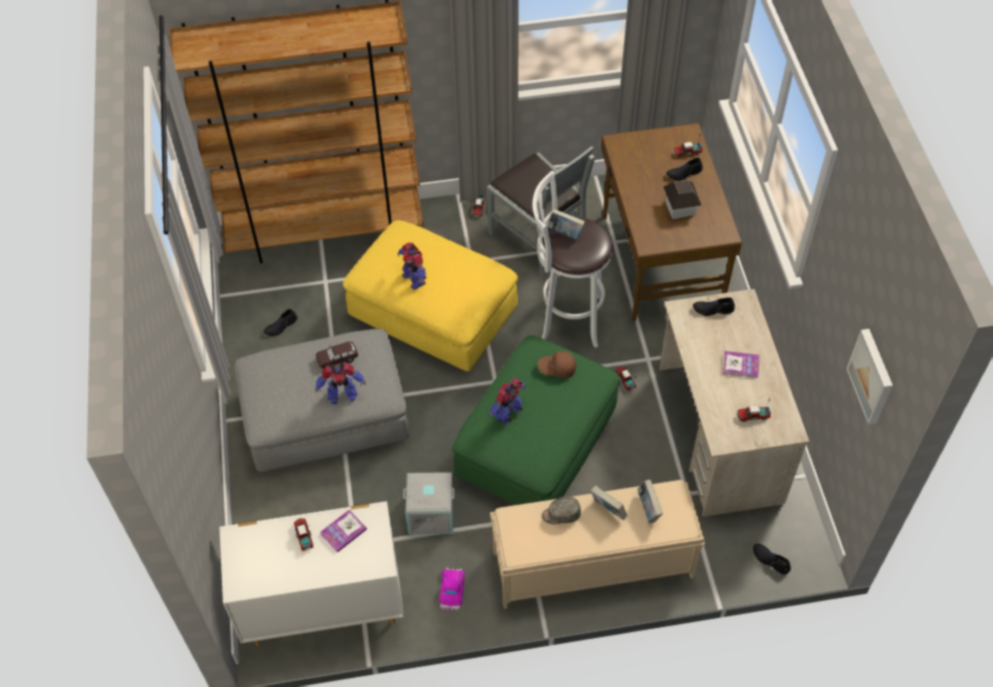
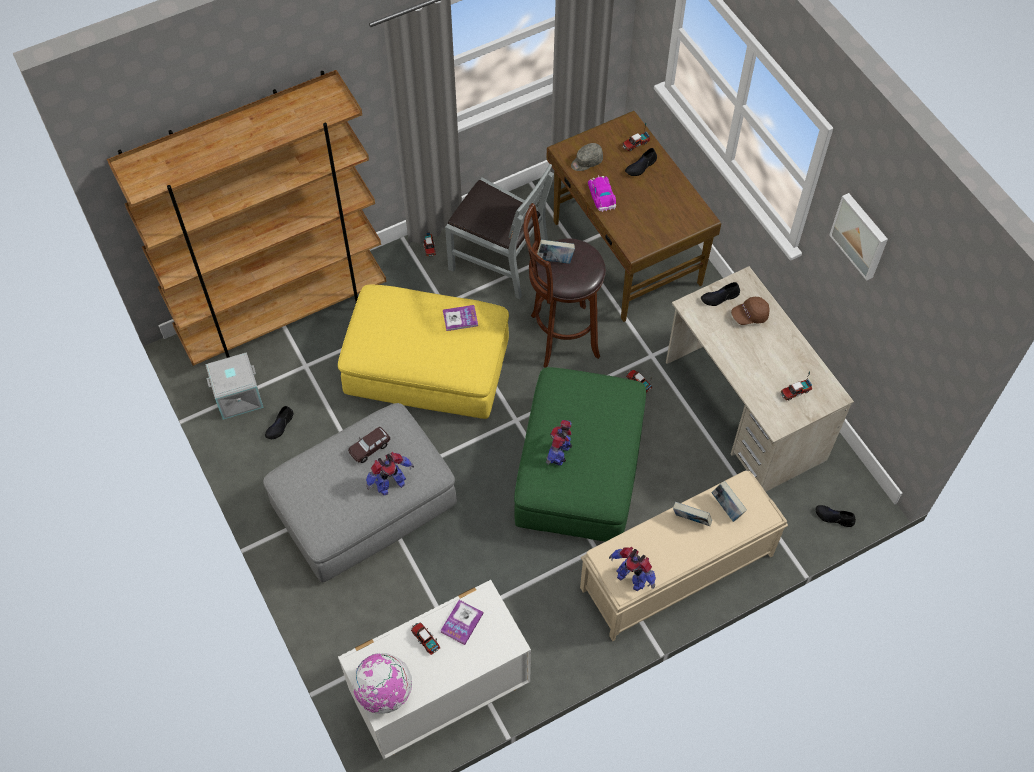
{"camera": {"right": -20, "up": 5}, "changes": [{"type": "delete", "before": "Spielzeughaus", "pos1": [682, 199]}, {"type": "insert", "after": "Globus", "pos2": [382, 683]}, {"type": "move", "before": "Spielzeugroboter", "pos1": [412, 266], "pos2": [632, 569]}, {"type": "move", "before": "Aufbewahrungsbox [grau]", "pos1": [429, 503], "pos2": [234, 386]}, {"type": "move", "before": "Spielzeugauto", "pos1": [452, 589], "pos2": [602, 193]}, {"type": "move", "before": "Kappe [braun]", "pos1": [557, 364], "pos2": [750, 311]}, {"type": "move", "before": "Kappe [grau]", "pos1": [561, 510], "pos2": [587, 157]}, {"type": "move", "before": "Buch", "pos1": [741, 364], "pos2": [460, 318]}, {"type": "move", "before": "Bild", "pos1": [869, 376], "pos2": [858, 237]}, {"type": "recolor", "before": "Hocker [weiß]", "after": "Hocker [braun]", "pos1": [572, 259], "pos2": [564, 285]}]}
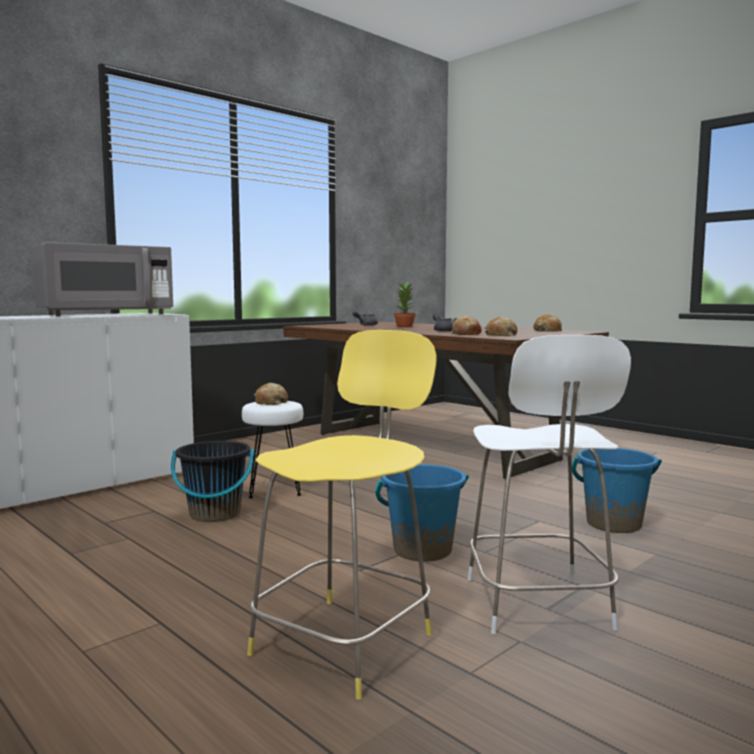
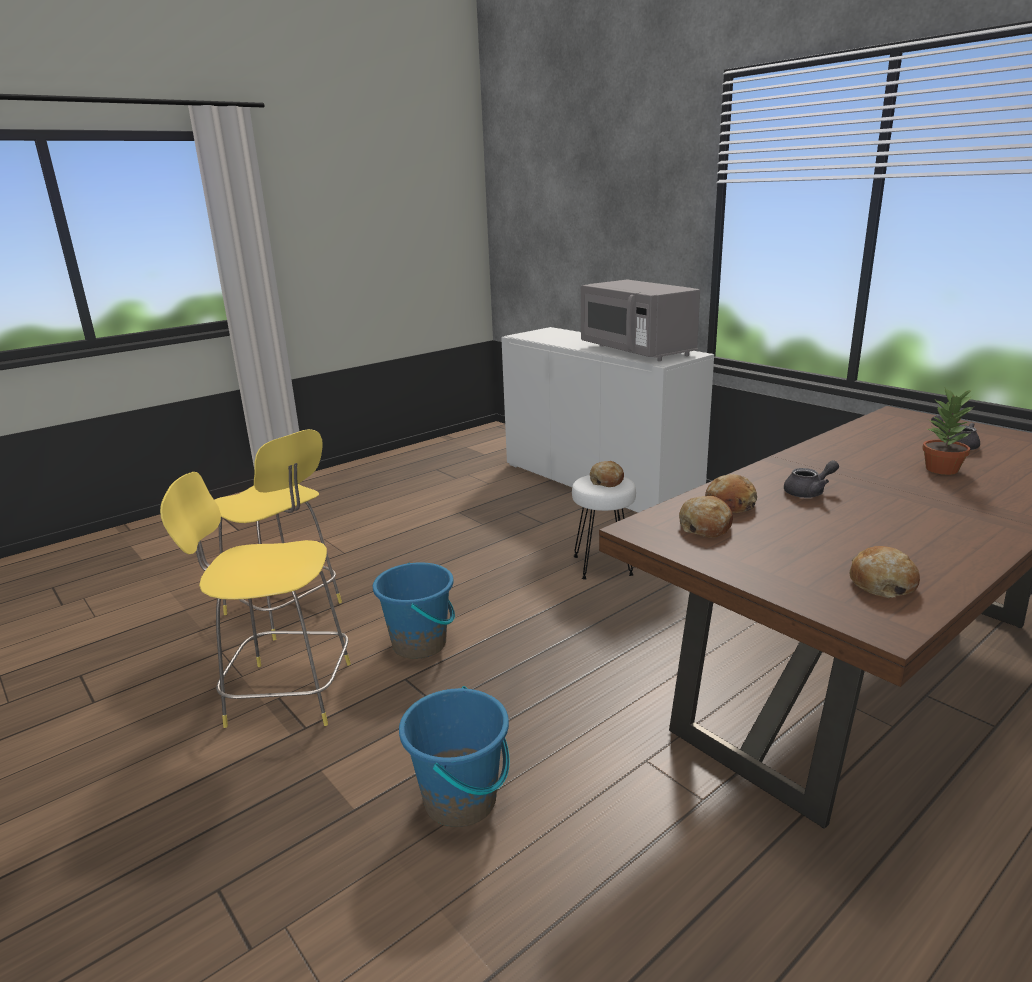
{"camera": {"right": 95, "up": 15}, "changes": [{"type": "delete", "before": "Eimer [schwarz]", "pos1": [212, 481]}, {"type": "recolor", "before": "Hocker [weiß]", "after": "Hocker [gelb]", "pos1": [549, 484], "pos2": [255, 600]}]}
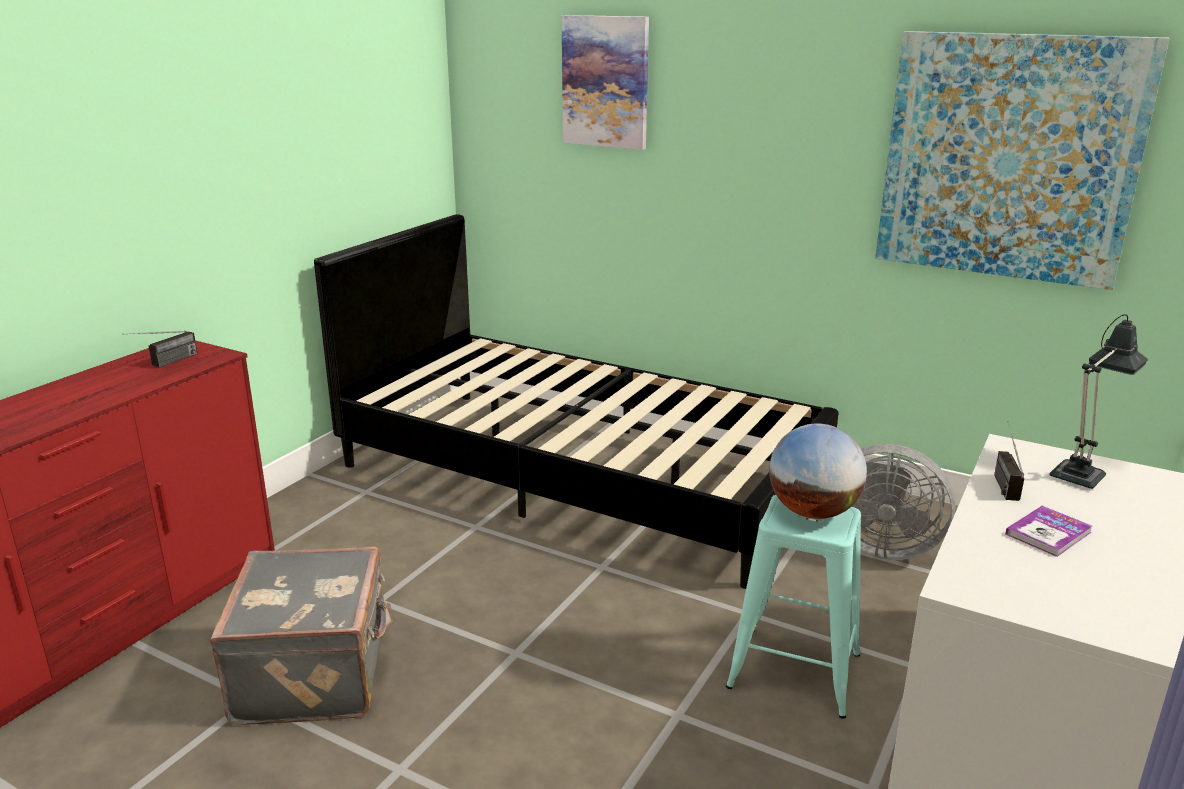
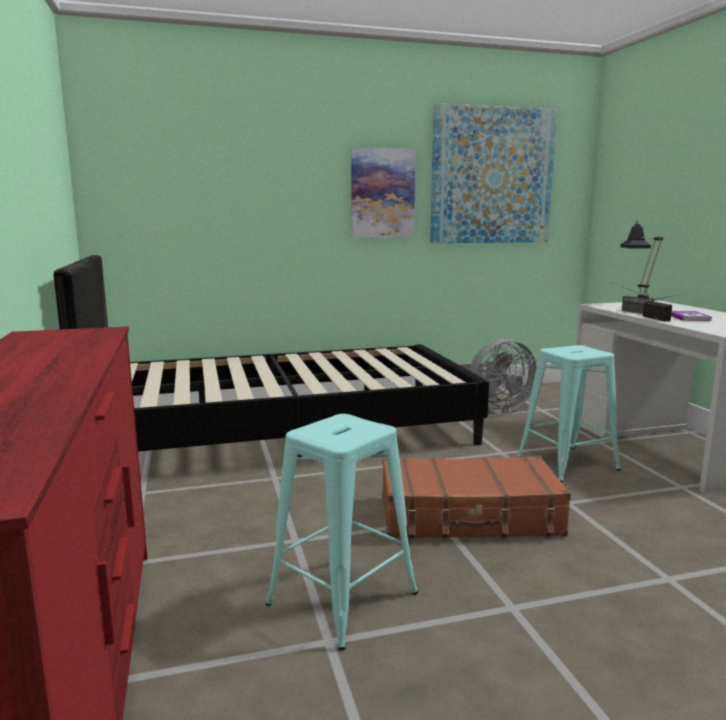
{"camera": {"right": -45, "up": -10}, "changes": [{"type": "delete", "before": "Globus", "pos1": [818, 471]}, {"type": "insert", "after": "Koffer [braun]", "pos2": [476, 497]}, {"type": "move", "before": "Radio", "pos1": [160, 349], "pos2": [662, 308]}, {"type": "move", "before": "Bild", "pos1": [605, 82], "pos2": [383, 192]}, {"type": "replace", "before": "Koffer [grau]", "after": "Hocker [türkis]", "pos1": [302, 635], "pos2": [342, 532]}]}
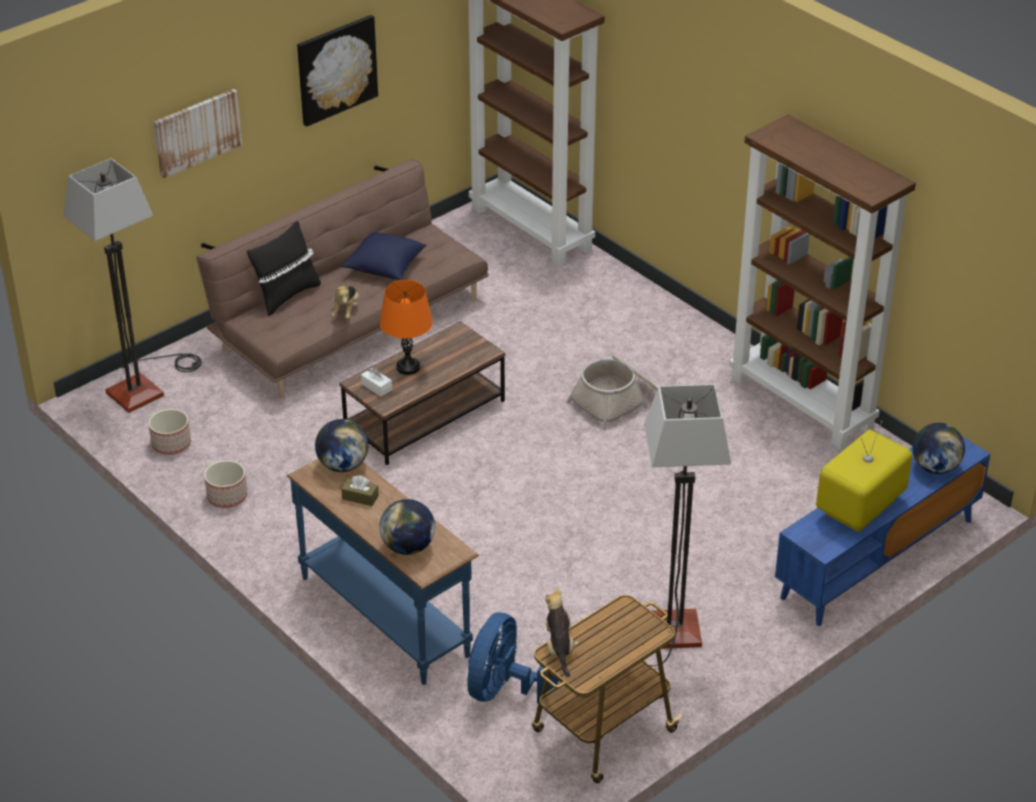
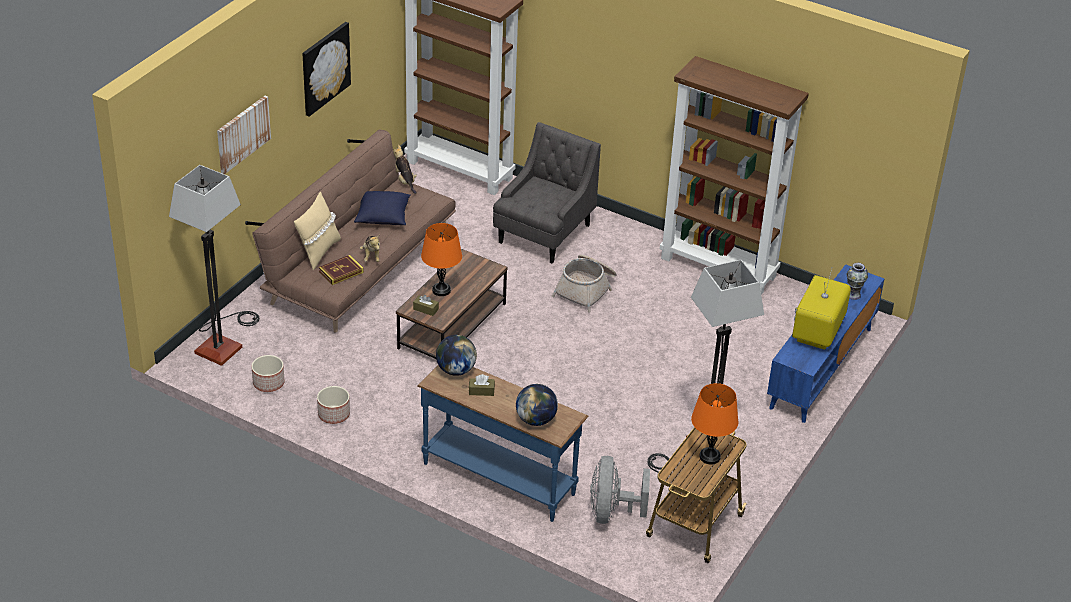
{"camera": {"right": -20, "up": 0}, "changes": [{"type": "insert", "after": "Buch", "pos2": [341, 270]}, {"type": "insert", "after": "Sessel [grau]", "pos2": [547, 193]}, {"type": "insert", "after": "Tischlampe [orange]", "pos2": [714, 424]}, {"type": "move", "before": "Plüschtier", "pos1": [562, 632], "pos2": [405, 169]}, {"type": "replace", "before": "Globus", "after": "Vase", "pos1": [939, 448], "pos2": [857, 281]}, {"type": "recolor", "before": "Kissen [schwarz]", "after": "Kissen [beige]", "pos1": [284, 269], "pos2": [317, 231]}, {"type": "recolor", "before": "Taschentuchbox [weiß]", "after": "Taschentuchbox [braun]", "pos1": [376, 382], "pos2": [426, 305]}, {"type": "recolor", "before": "Ventilator [blau]", "after": "Ventilator [grau]", "pos1": [513, 657], "pos2": [620, 490]}]}
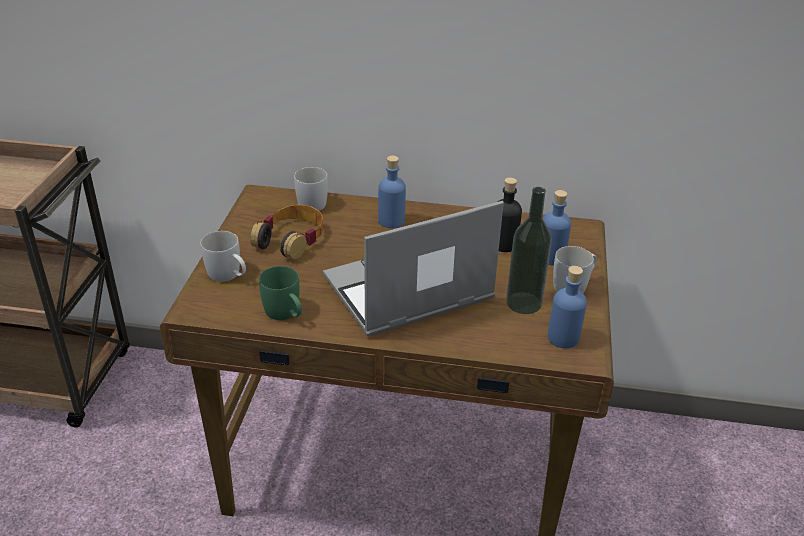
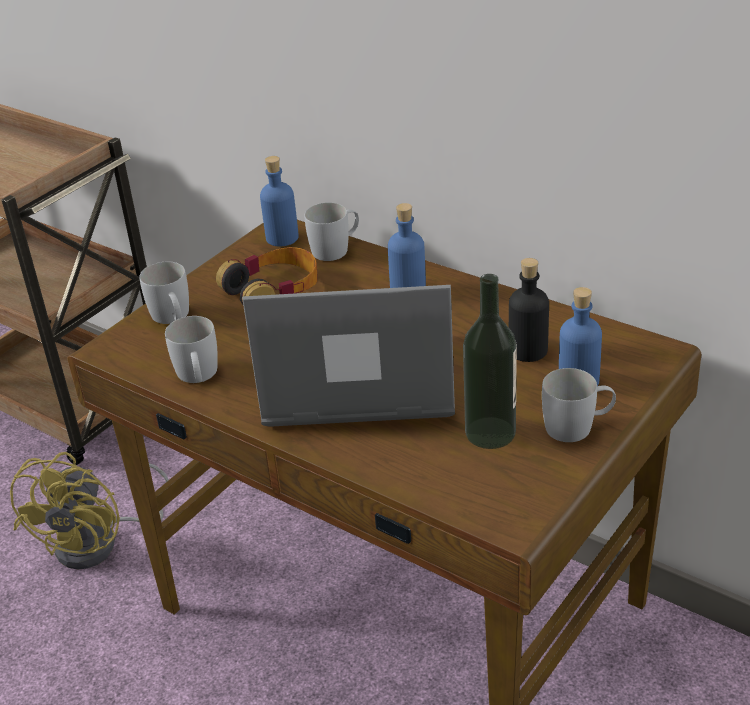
{"camera": {"right": 30, "up": 0}, "changes": [{"type": "insert", "after": "Ventilator [gelb]", "pos2": [89, 511]}, {"type": "move", "before": "Flasche [blau]", "pos1": [567, 307], "pos2": [279, 201]}, {"type": "recolor", "before": "Henkelbecher [grün]", "after": "Henkelbecher [weiß]", "pos1": [280, 293], "pos2": [191, 349]}]}
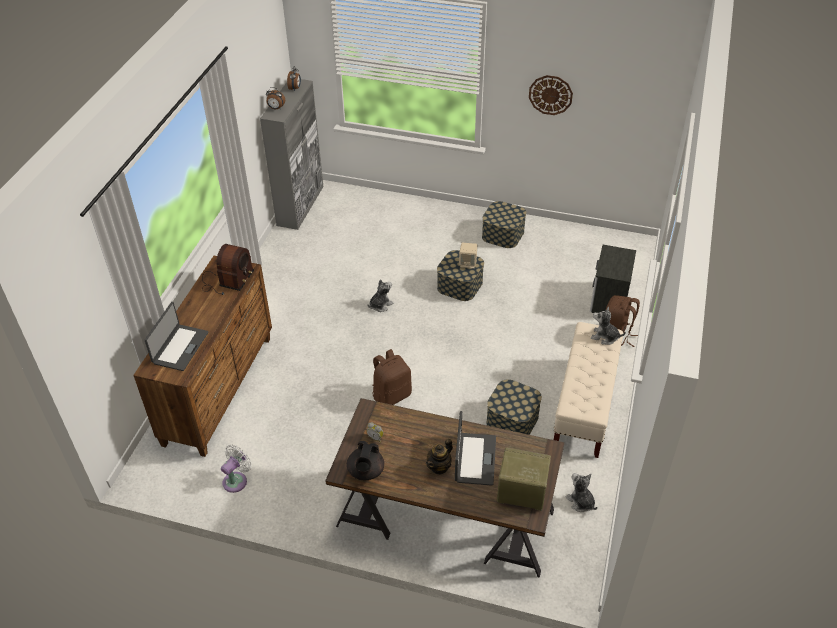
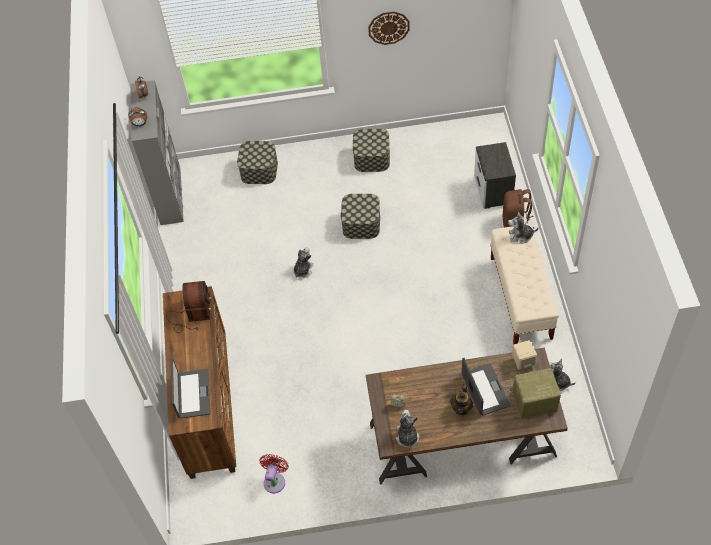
{"camera": {"right": -20, "up": 10}, "changes": [{"type": "delete", "before": "Rucksack [braun]", "pos1": [392, 377]}, {"type": "move", "before": "Lautsprecher [beige]", "pos1": [468, 255], "pos2": [524, 355]}, {"type": "move", "before": "Aufbewahrungsbox", "pos1": [514, 407], "pos2": [257, 162]}, {"type": "replace", "before": "Teekanne [schwarz]", "after": "Plüschtier", "pos1": [365, 460], "pos2": [407, 429]}, {"type": "recolor", "before": "Ventilator [weiß]", "after": "Ventilator [rot]", "pos1": [236, 469], "pos2": [274, 473]}]}
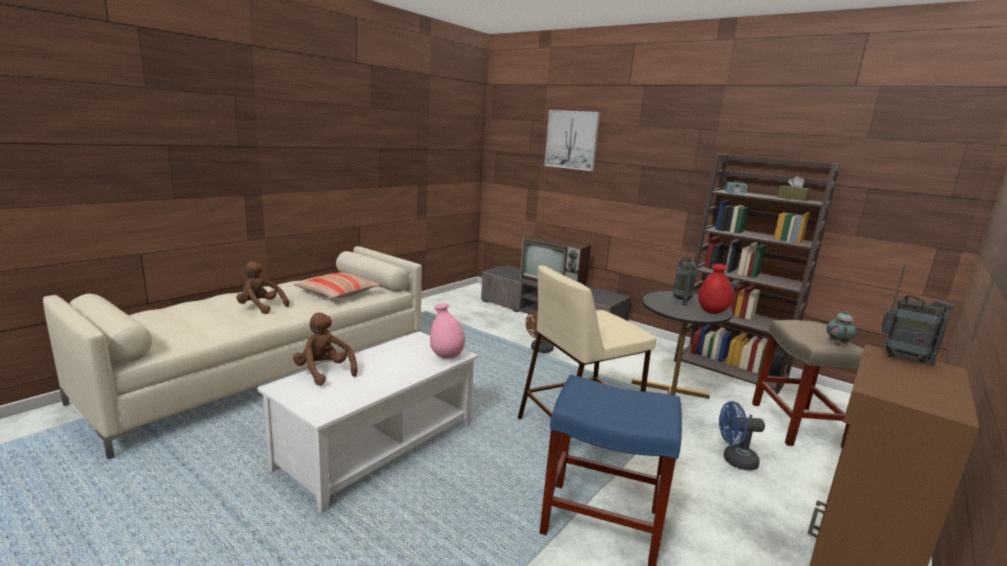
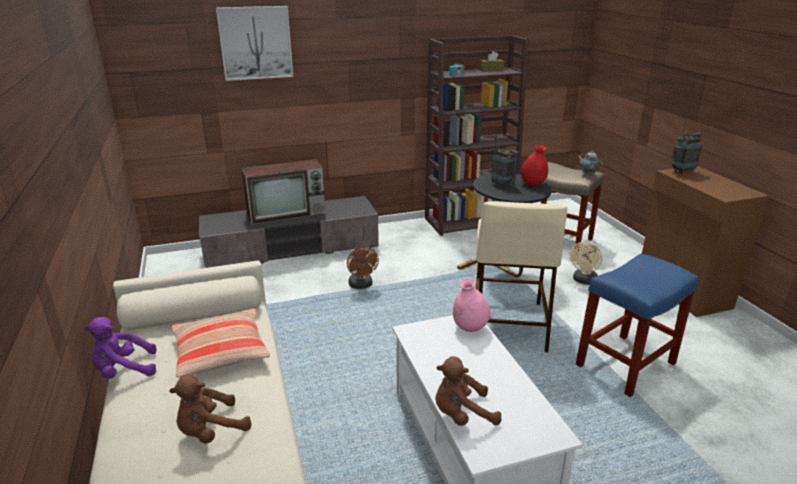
{"camera": {"right": -55, "up": 10}, "changes": [{"type": "insert", "after": "Plüschtier [lila]", "pos2": [120, 348]}, {"type": "recolor", "before": "Ventilator [blau]", "after": "Ventilator [beige]", "pos1": [742, 435], "pos2": [586, 263]}]}
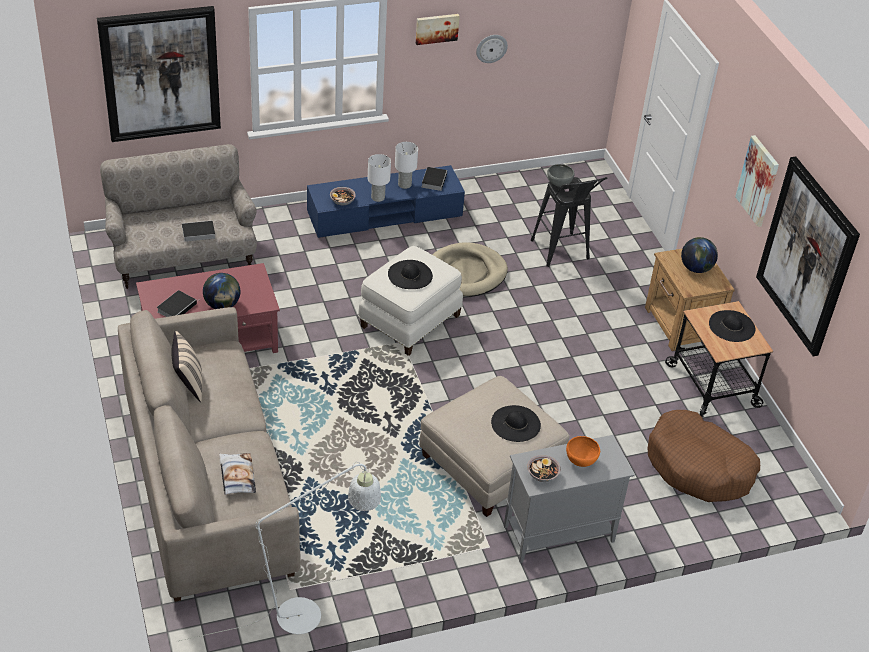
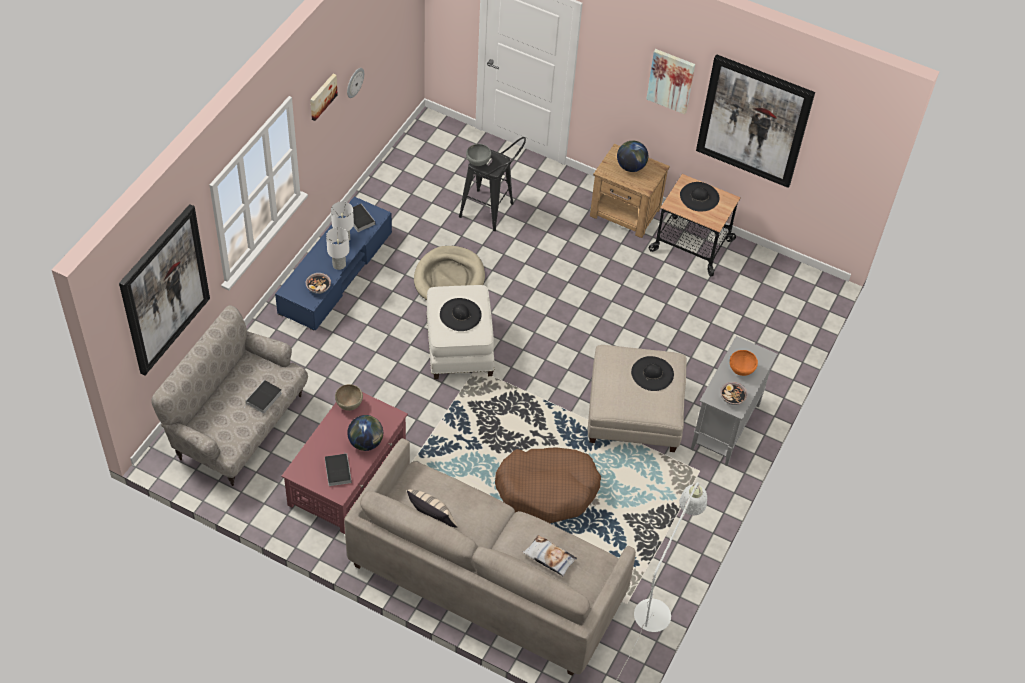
{"camera": {"right": -45, "up": 10}, "changes": [{"type": "insert", "after": "Schüssel [braun]", "pos2": [349, 397]}, {"type": "move", "before": "Hundebett [braun]", "pos1": [704, 456], "pos2": [548, 485]}]}
